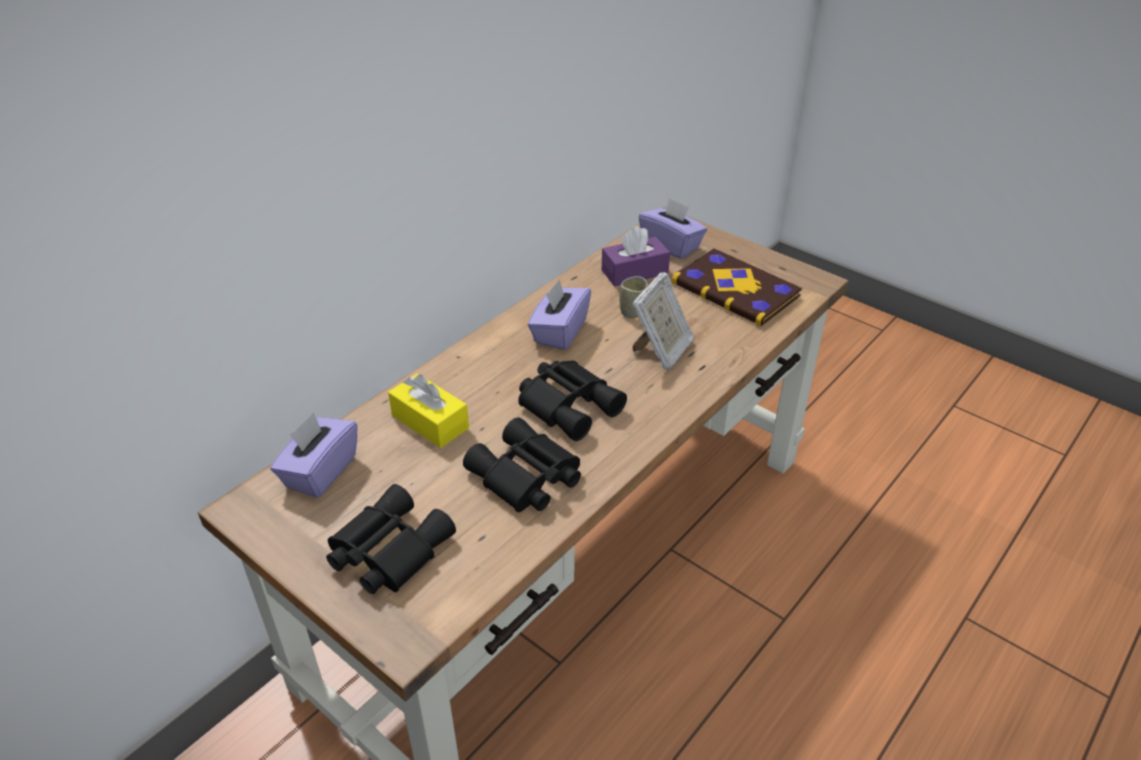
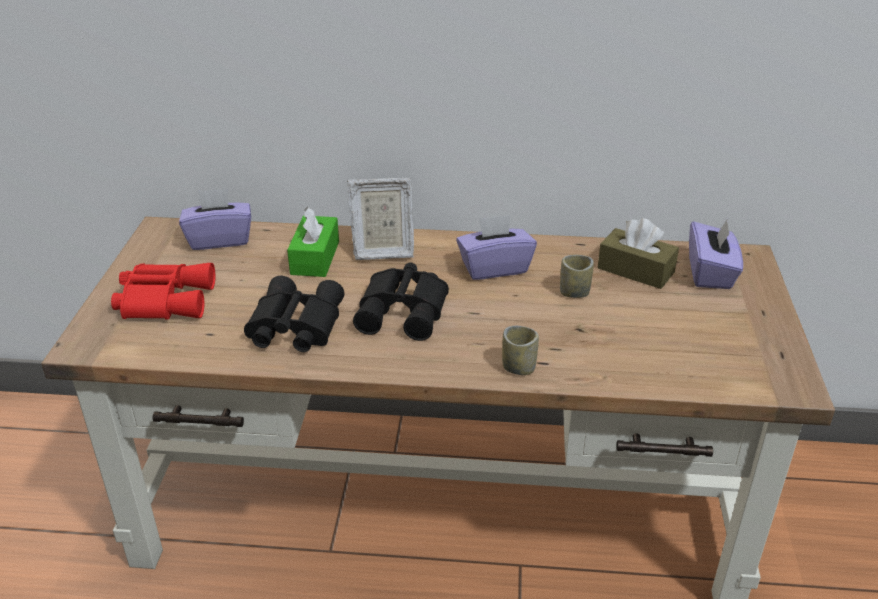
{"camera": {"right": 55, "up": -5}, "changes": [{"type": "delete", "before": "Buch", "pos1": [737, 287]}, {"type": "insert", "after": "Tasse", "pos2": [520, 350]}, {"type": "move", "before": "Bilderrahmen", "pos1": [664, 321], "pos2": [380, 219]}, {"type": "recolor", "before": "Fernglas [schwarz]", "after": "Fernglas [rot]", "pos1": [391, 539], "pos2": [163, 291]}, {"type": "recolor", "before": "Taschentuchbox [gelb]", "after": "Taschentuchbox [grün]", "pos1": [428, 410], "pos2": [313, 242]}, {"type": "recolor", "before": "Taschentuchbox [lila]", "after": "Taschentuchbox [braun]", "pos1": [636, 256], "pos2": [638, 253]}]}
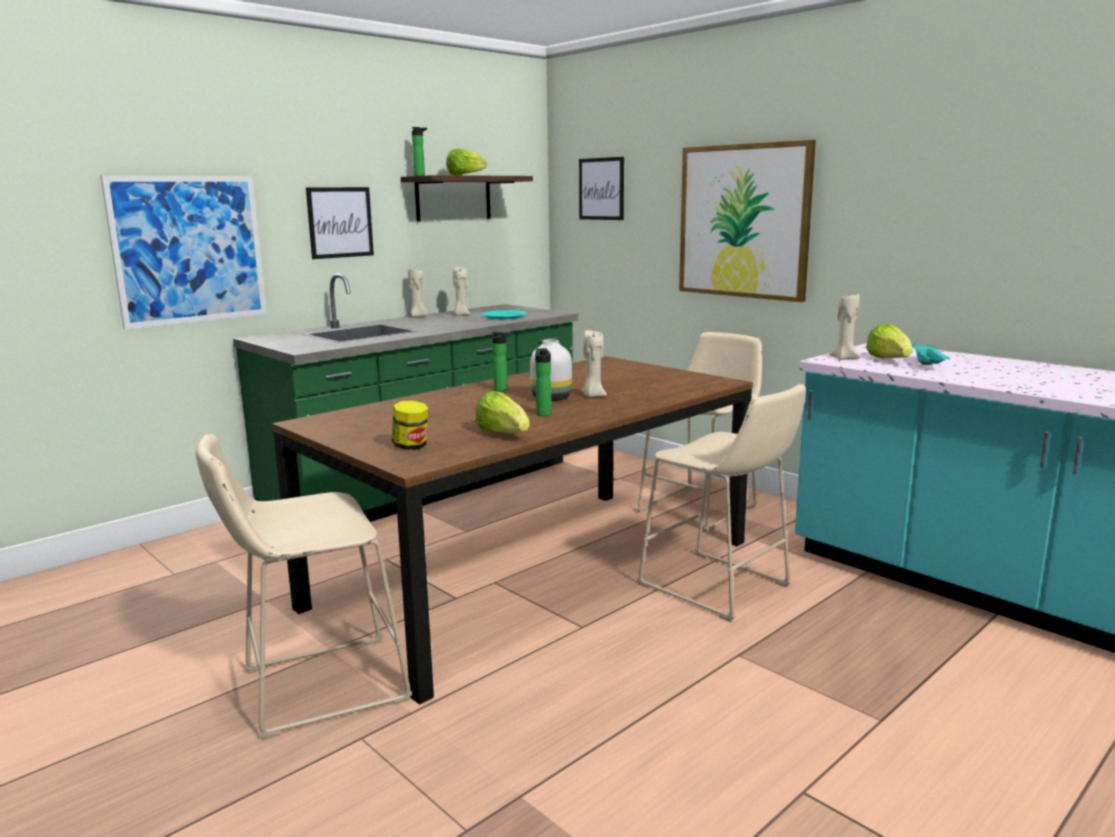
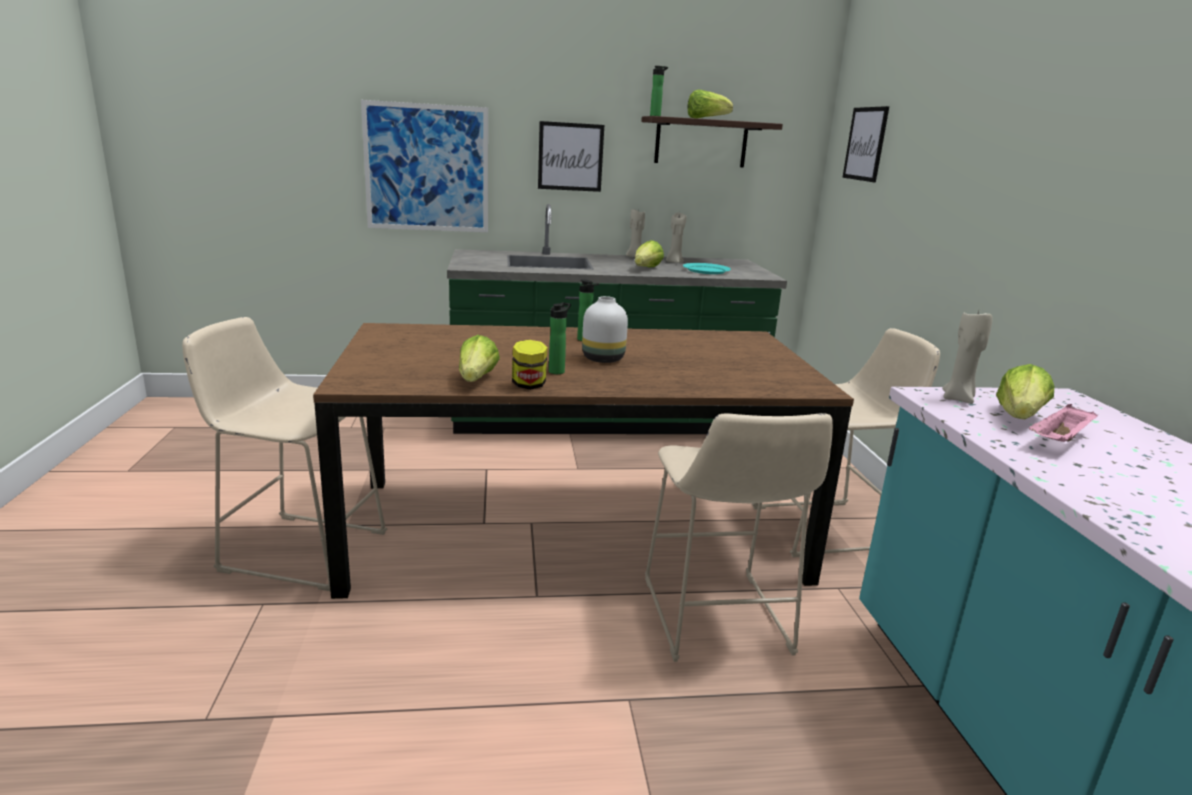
{"camera": {"right": 35, "up": 5}, "changes": [{"type": "delete", "before": "Kerze [beige]", "pos1": [594, 363]}, {"type": "delete", "before": "Bild", "pos1": [747, 221]}, {"type": "insert", "after": "Salatkopf", "pos2": [649, 254]}, {"type": "move", "before": "Vorratsglas", "pos1": [410, 425], "pos2": [530, 365]}, {"type": "recolor", "before": "Tablett [türkis]", "after": "Tablett [rosa]", "pos1": [931, 354], "pos2": [1063, 423]}]}
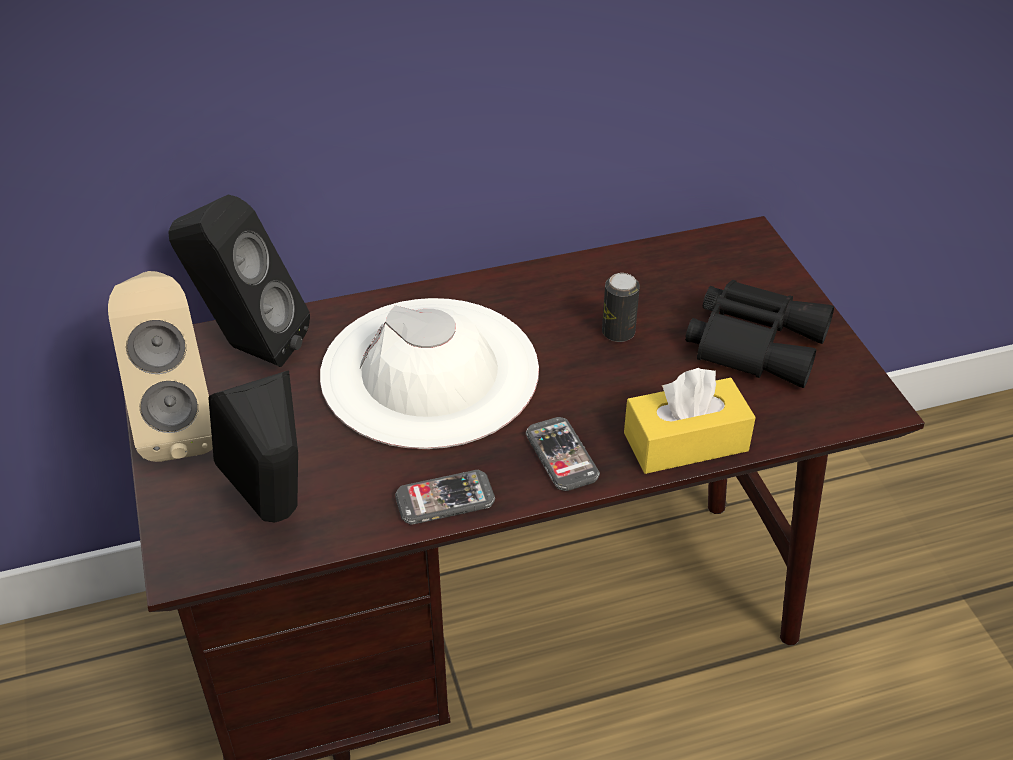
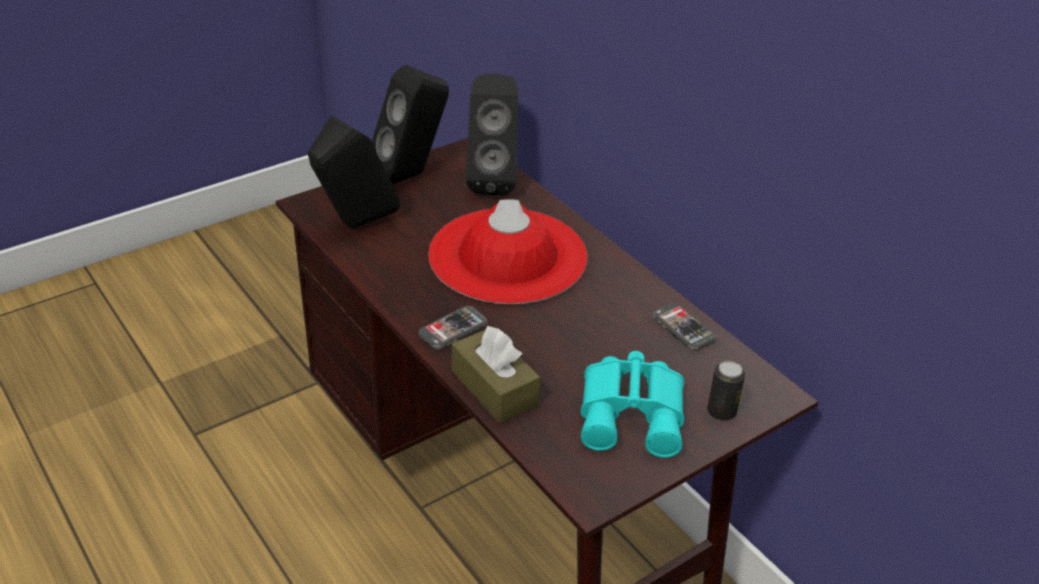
{"camera": {"right": 70, "up": -5}, "changes": [{"type": "move", "before": "Handy", "pos1": [445, 497], "pos2": [684, 327]}, {"type": "move", "before": "Dose", "pos1": [621, 307], "pos2": [726, 391]}, {"type": "recolor", "before": "Lautsprecher [beige]", "after": "Lautsprecher [schwarz]", "pos1": [160, 366], "pos2": [410, 124]}, {"type": "recolor", "before": "Hut [weiß]", "after": "Hut [rot]", "pos1": [429, 373], "pos2": [507, 251]}, {"type": "recolor", "before": "Taschentuchbox [gelb]", "after": "Taschentuchbox [braun]", "pos1": [690, 421], "pos2": [496, 374]}, {"type": "recolor", "before": "Fernglas [schwarz]", "after": "Fernglas [türkis]", "pos1": [759, 334], "pos2": [632, 404]}]}
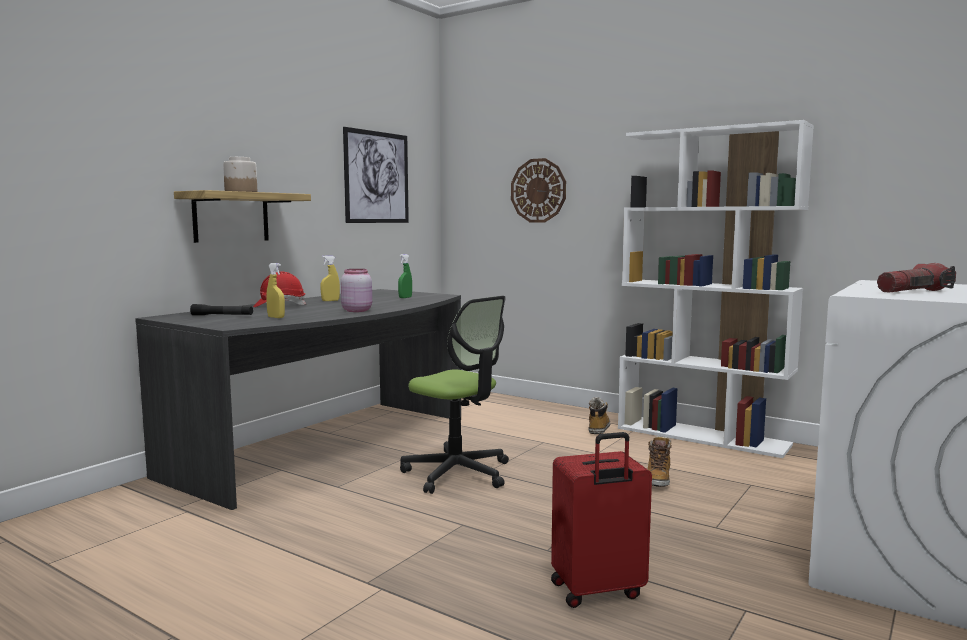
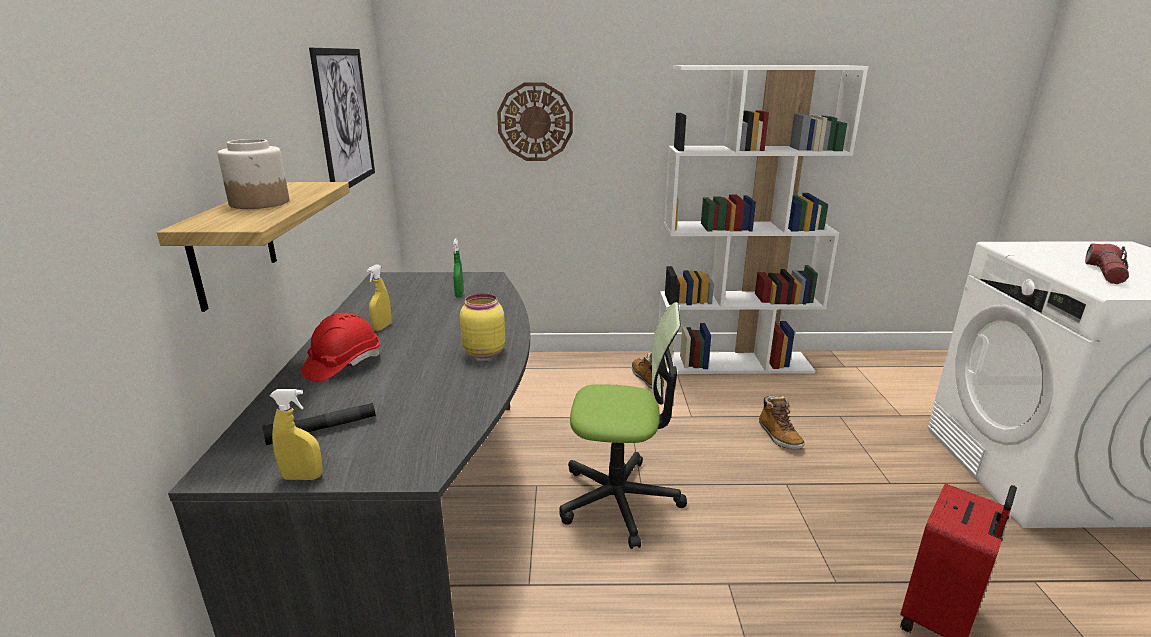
{"camera": {"right": -35, "up": 15}, "changes": [{"type": "move", "before": "Sprühflasche [gelb]", "pos1": [275, 290], "pos2": [295, 434]}, {"type": "recolor", "before": "Vorratsglas [rosa]", "after": "Vorratsglas [gelb]", "pos1": [356, 290], "pos2": [482, 326]}]}
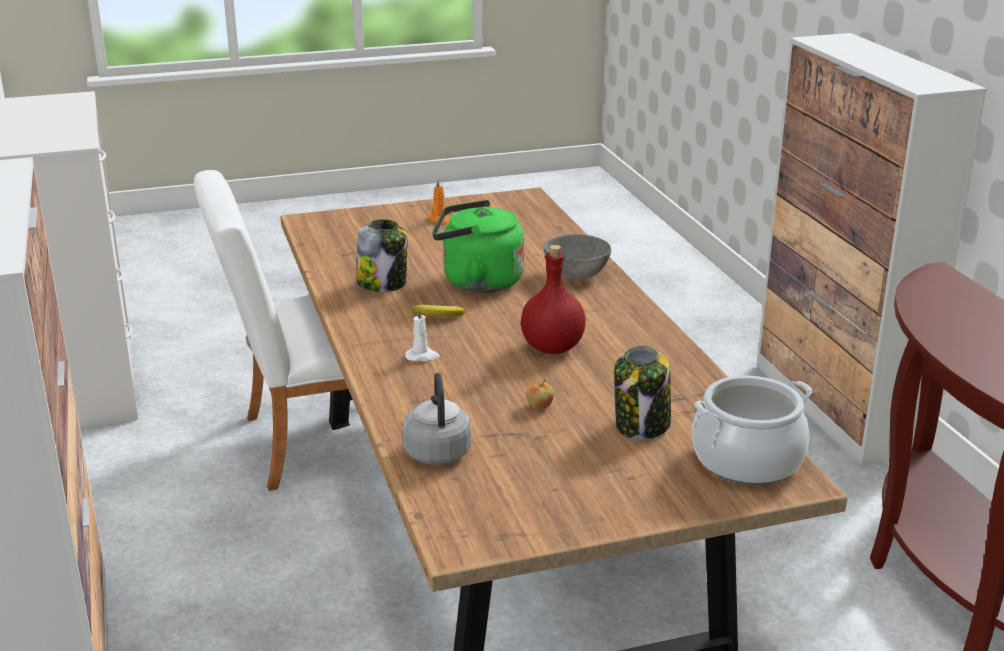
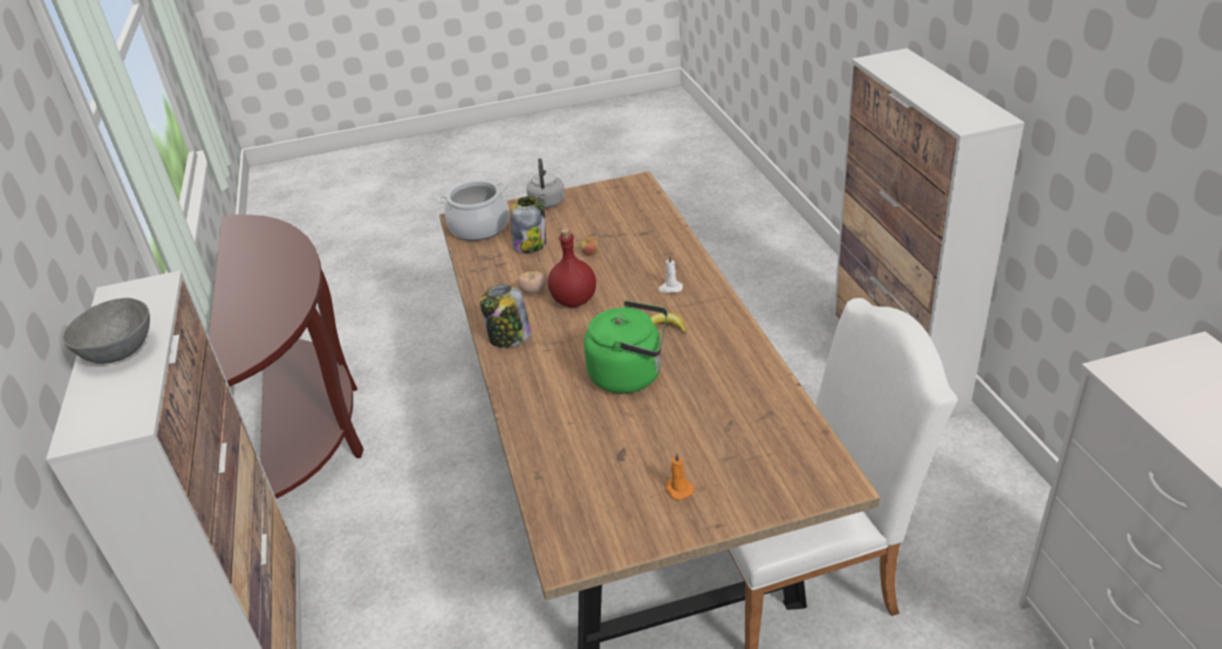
{"camera": {"right": -175, "up": 10}, "changes": [{"type": "insert", "after": "Tomate", "pos2": [531, 282]}, {"type": "move", "before": "Vorratsglas", "pos1": [382, 255], "pos2": [505, 316]}, {"type": "move", "before": "Wasserkessel [grau]", "pos1": [437, 419], "pos2": [545, 183]}, {"type": "move", "before": "Schüssel [grau]", "pos1": [577, 257], "pos2": [106, 331]}]}
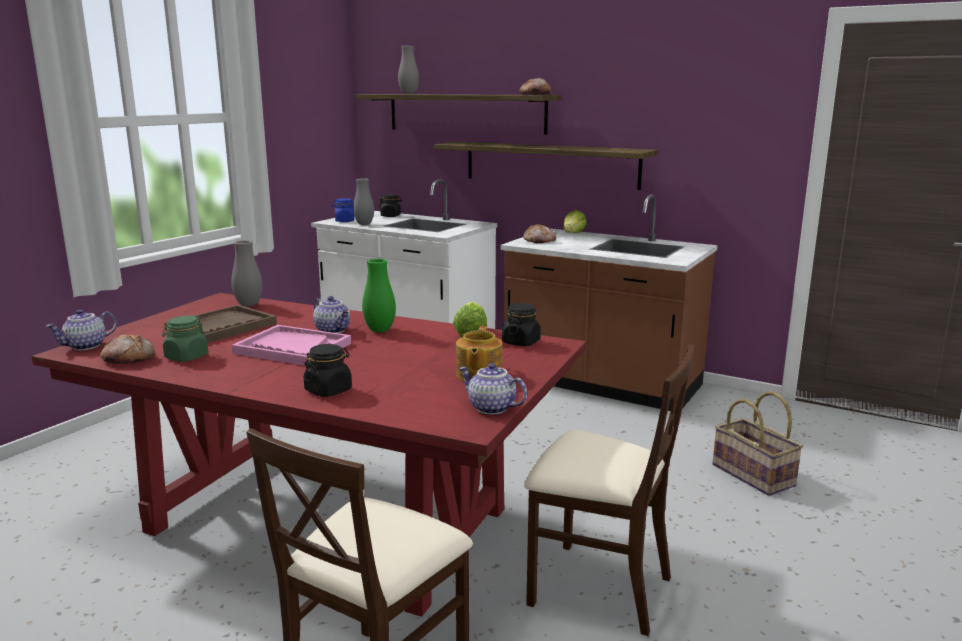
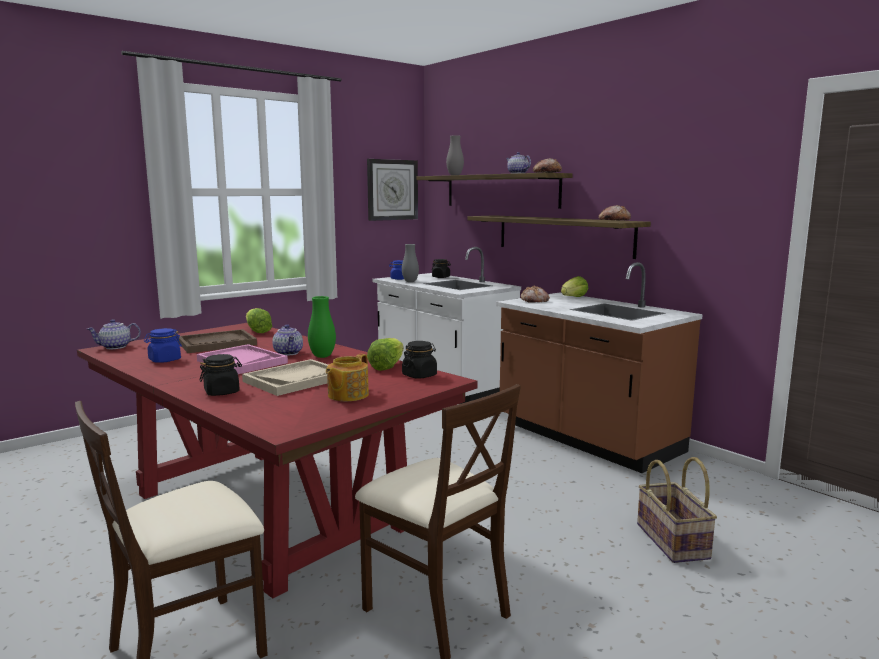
{"camera": {"right": 20, "up": -5}, "changes": [{"type": "insert", "after": "Tablett [beige]", "pos2": [285, 377]}, {"type": "insert", "after": "Wanduhr", "pos2": [392, 190]}, {"type": "move", "before": "Brot", "pos1": [127, 349], "pos2": [614, 213]}, {"type": "move", "before": "Teekanne", "pos1": [493, 389], "pos2": [518, 163]}, {"type": "replace", "before": "Vase [grau]", "after": "Salatkopf", "pos1": [247, 273], "pos2": [259, 320]}, {"type": "recolor", "before": "Vorratsglas [grün]", "after": "Vorratsglas [blau]", "pos1": [185, 339], "pos2": [163, 345]}]}
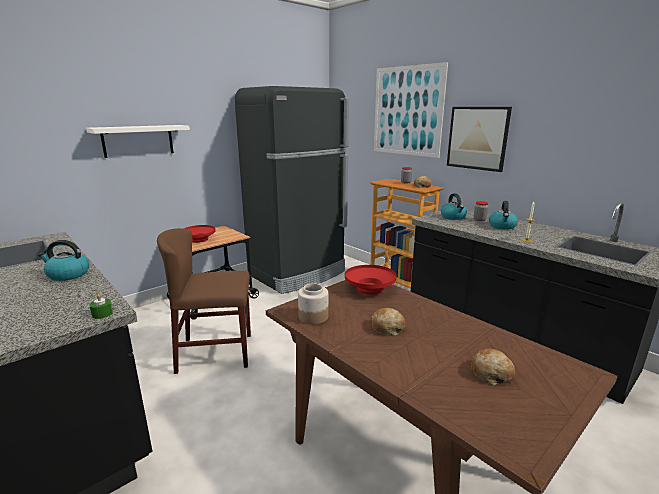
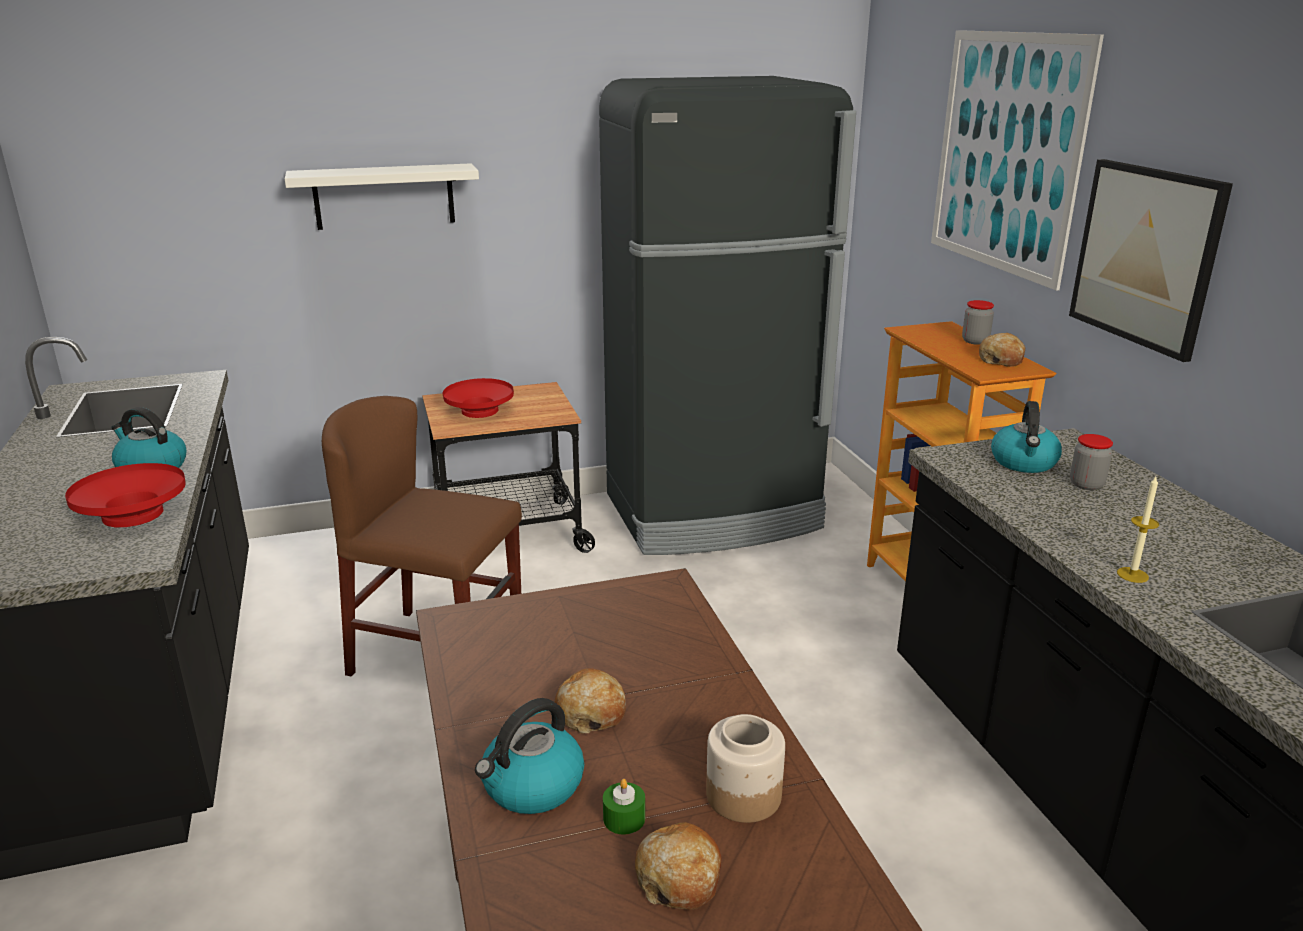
{"camera": {"right": 25, "up": 5}, "changes": [{"type": "move", "before": "Kerze [grün]", "pos1": [101, 306], "pos2": [624, 807]}, {"type": "move", "before": "Vorratsglas", "pos1": [313, 303], "pos2": [745, 768]}, {"type": "move", "before": "Schüssel [rot]", "pos1": [370, 280], "pos2": [125, 495]}, {"type": "move", "before": "Wasserkessel", "pos1": [503, 215], "pos2": [529, 756]}]}
